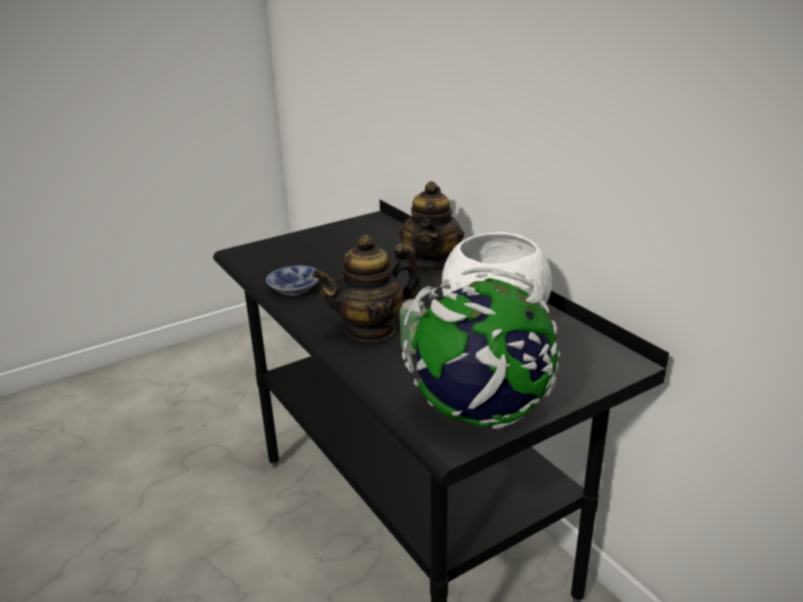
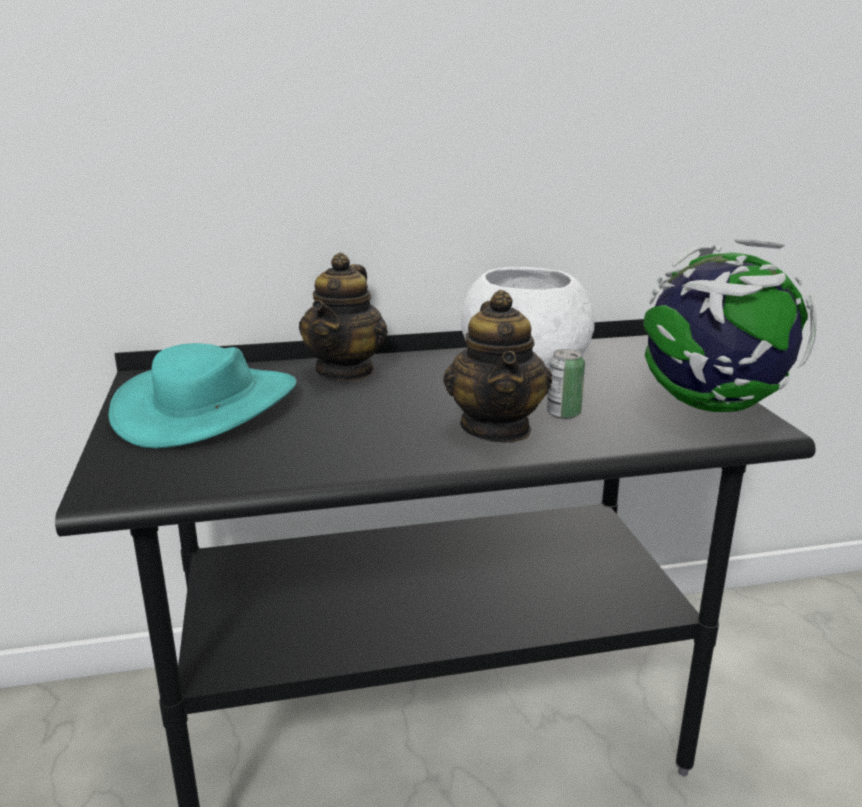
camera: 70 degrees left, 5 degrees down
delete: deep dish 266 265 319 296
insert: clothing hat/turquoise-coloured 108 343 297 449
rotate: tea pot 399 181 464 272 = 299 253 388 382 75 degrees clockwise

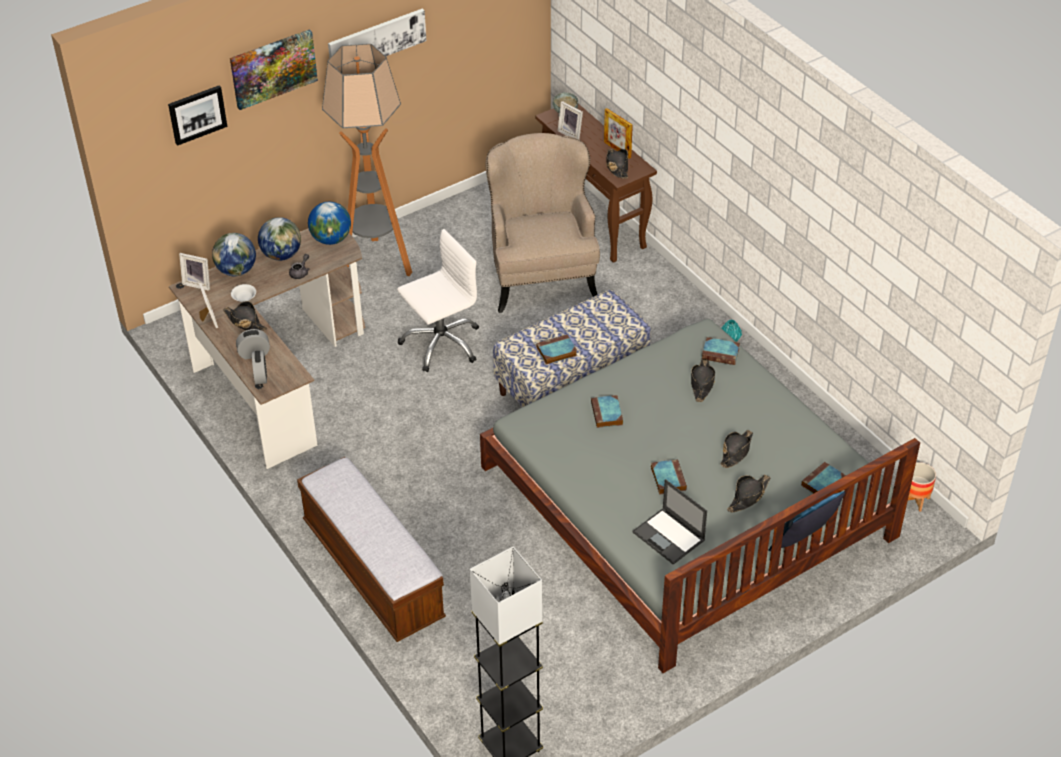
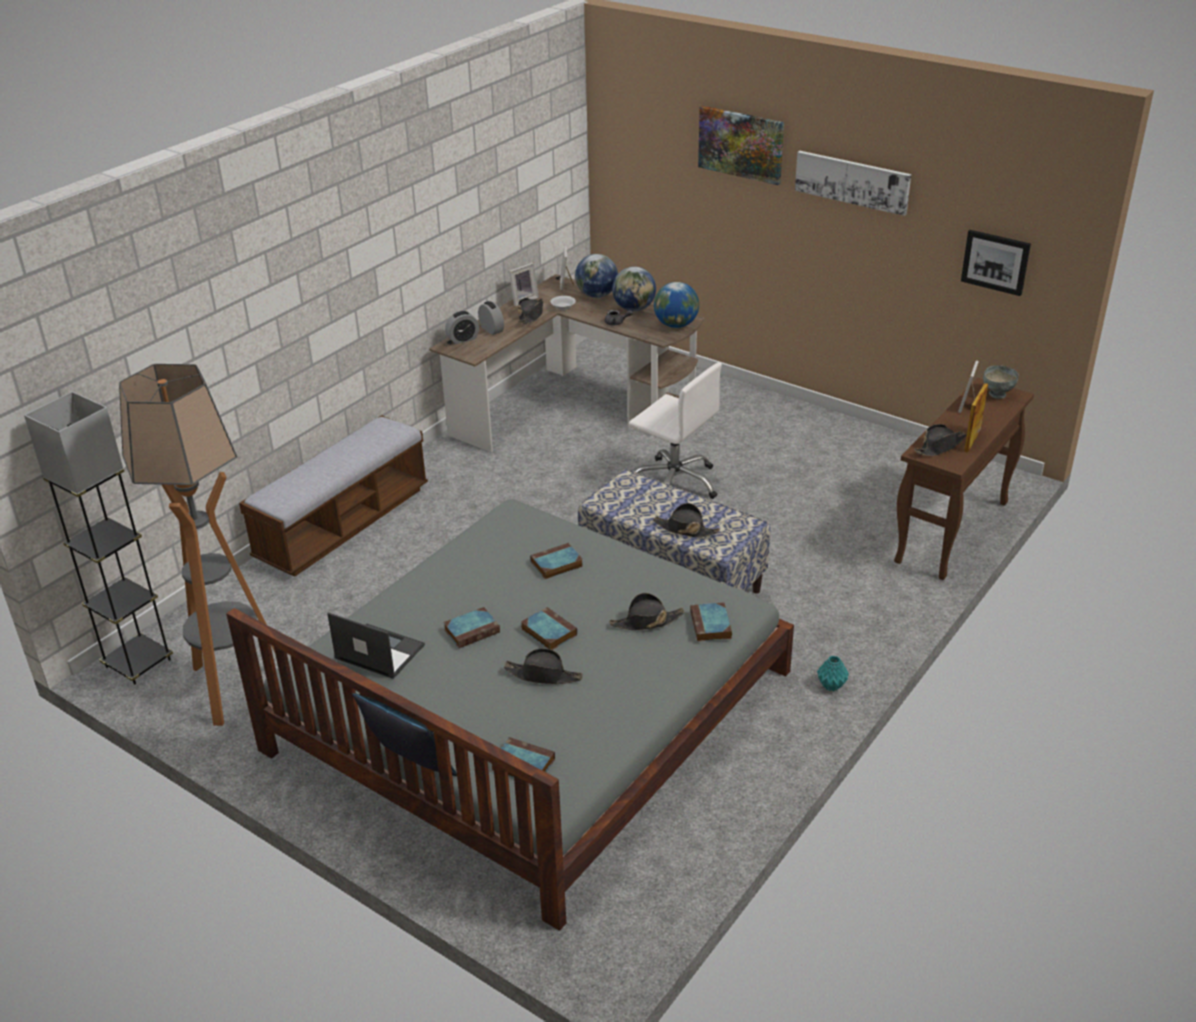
camera: 70 degrees right, 10 degrees down
delete: lounge chair/beige 486 133 600 313; planter 908 462 936 512
move: wall art 168 85 227 146 to 961 230 1031 296; standing lamp 322 44 412 276 to 119 364 275 726; bound book 536 334 577 364 to 521 607 577 650; clothing hat/black 727 474 770 513 to 653 503 720 537
rotate: laptop 633 479 707 565 = 327 612 425 679 90 degrees clockwise

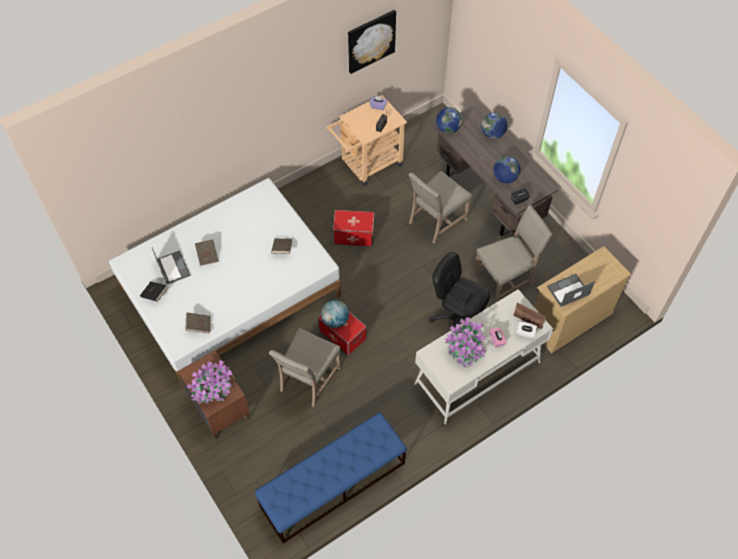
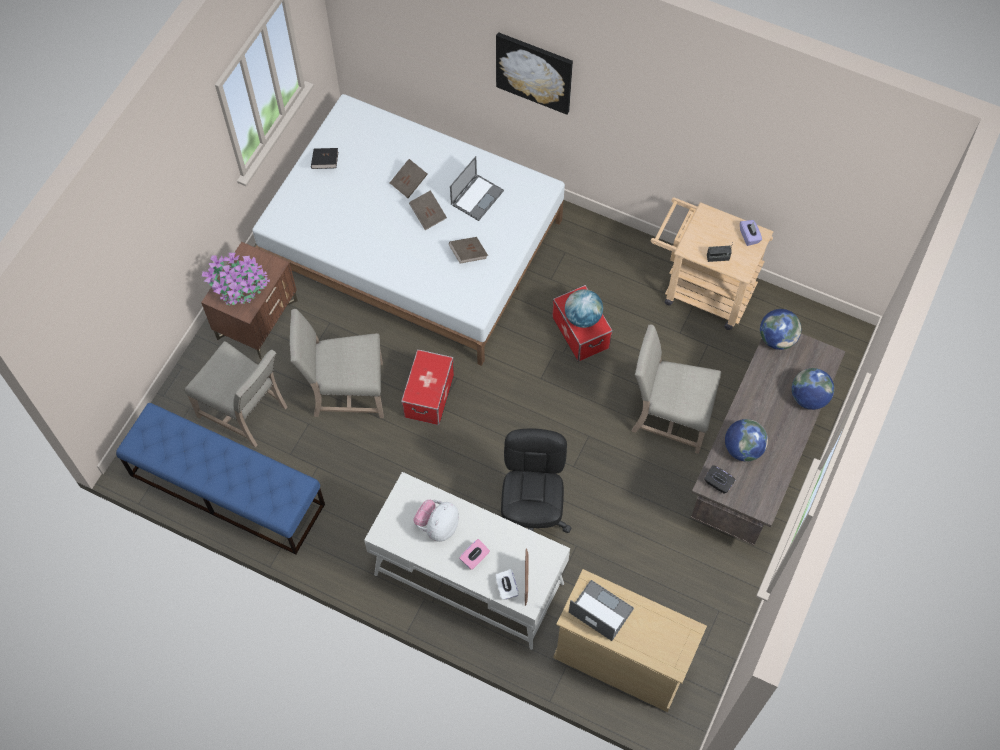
camera: 60 degrees right, 5 degrees up
move: laptop 152 247 191 285 to 450 156 504 221; bound book/brownish 186 312 211 334 to 409 190 447 230; globe 321 300 349 328 to 565 289 603 328; wall art 348 10 396 74 to 496 32 573 115; upright chair/beige 473 205 553 304 to 184 341 287 448
replace: potted plant 445 317 486 368 to cuddly toy 413 499 459 542

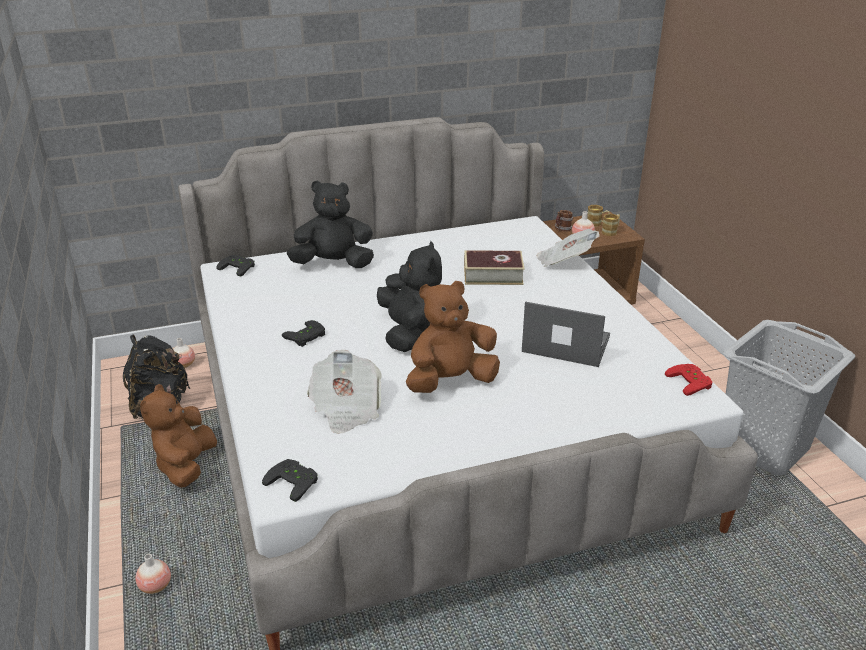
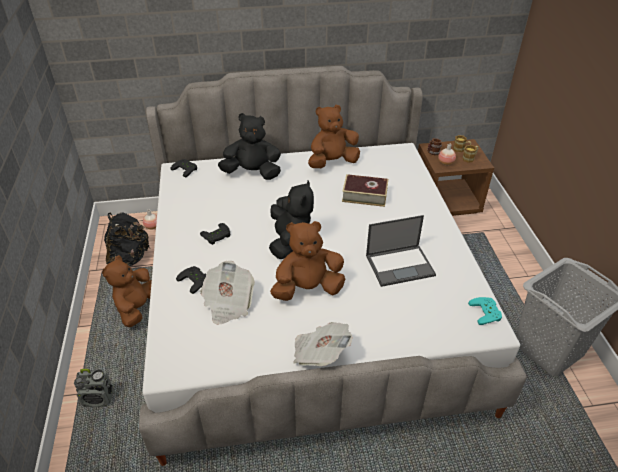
camera: 10 degrees right, 10 degrees up
insert: cuddly toy/brownish 308 105 360 168
move: gamepad/black 262 459 318 502 to 176 266 206 294; printed paper 536 229 600 267 to 293 322 352 366
replace: vase 135 554 171 594 to radio 74 369 114 407
recolor: gamepad/red-coloured 665 364 713 396 to gamepad/turquoise-coloured 468 297 502 325
rotate: laptop 522 302 610 367 = 366 215 436 287 135 degrees clockwise

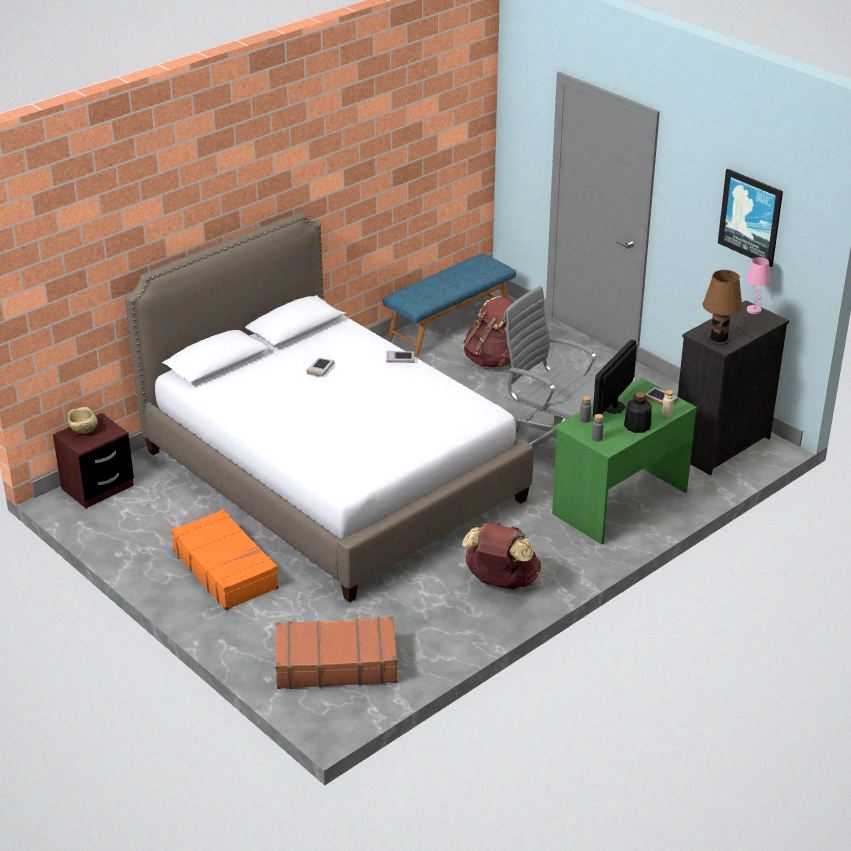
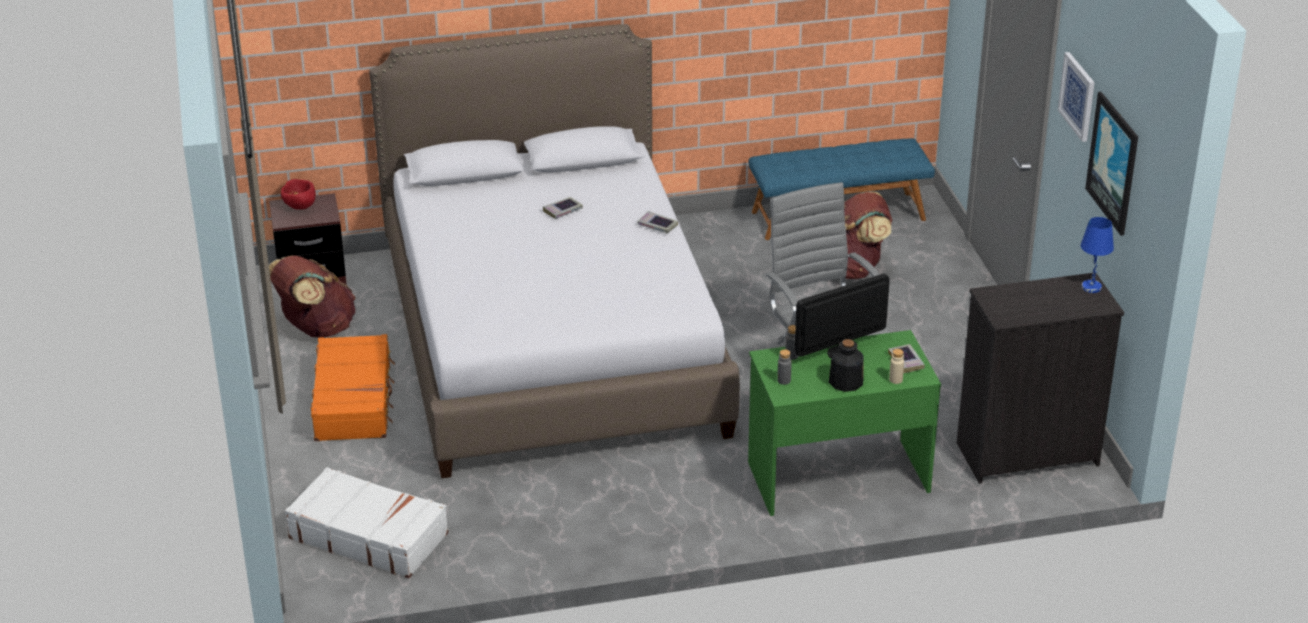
camera: 30 degrees right, 0 degrees up
delete: table lamp/brownish 703 270 754 345
insert: wall art 1058 52 1095 142
move: knapsack/brownish 462 522 541 590 to 269 256 356 337
recolor: deep dish/beige 68 407 98 434 to deep dish/red-coloured 281 179 315 210; suitcase/brownish 275 617 398 689 to suitcase/white 285 467 448 578; table lamp/pinkish 746 257 770 314 to table lamp/blue-coloured 1081 217 1114 293

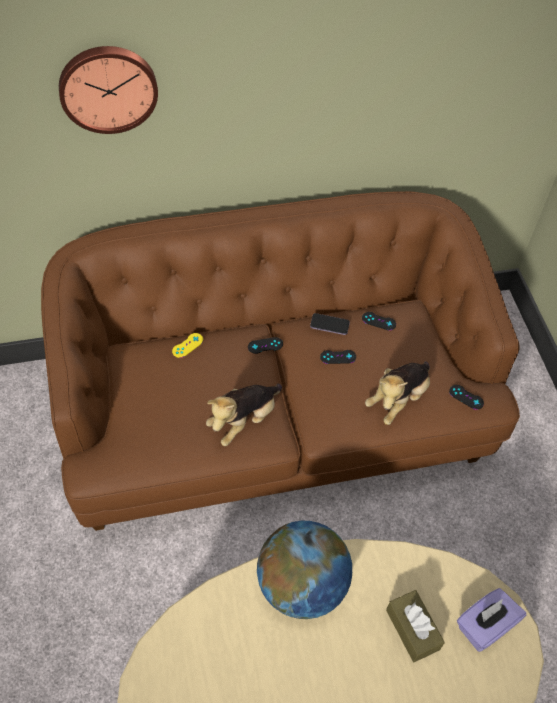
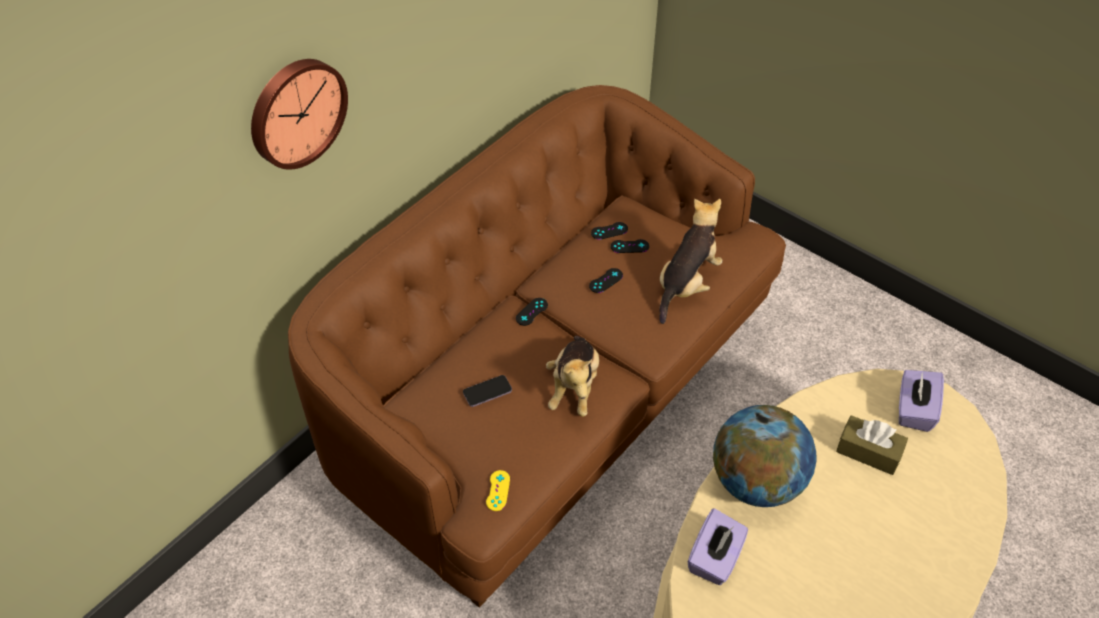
camera: 35 degrees left, 5 degrees down
insert: box of tissues/purple-coloured 688 508 748 585
move: gamepad/yellow 172 333 203 358 to 486 470 510 511; telephone 310 313 350 335 to 463 375 512 407; gamepad/black 449 385 484 410 to 611 239 649 253
rotate: cuddly toy 365 361 430 425 = 659 199 723 324 150 degrees counterclockwise

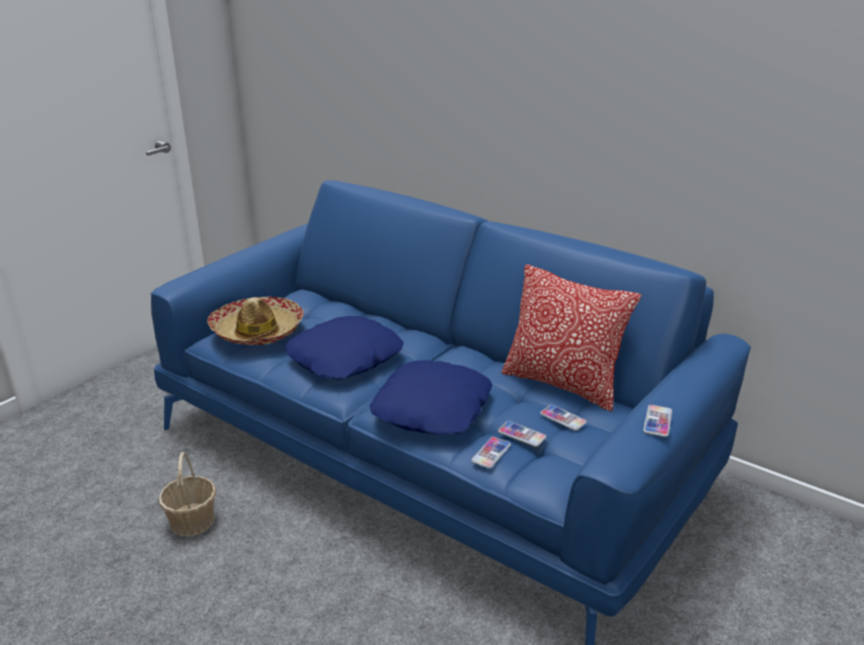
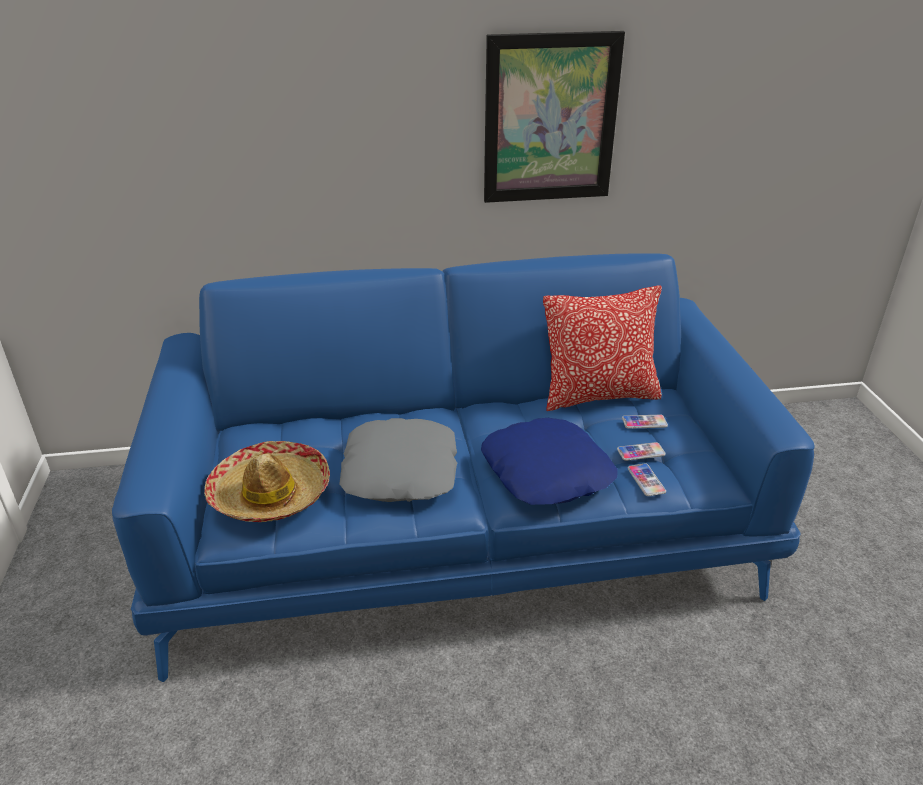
camera: 45 degrees left, 5 degrees up
delete: storage basket 159 452 216 536; telephone 643 405 672 437
insert: wall art 484 31 625 203
recolor: pillow/blue-coloured 285 316 403 380 to pillow/grey 339 418 457 502

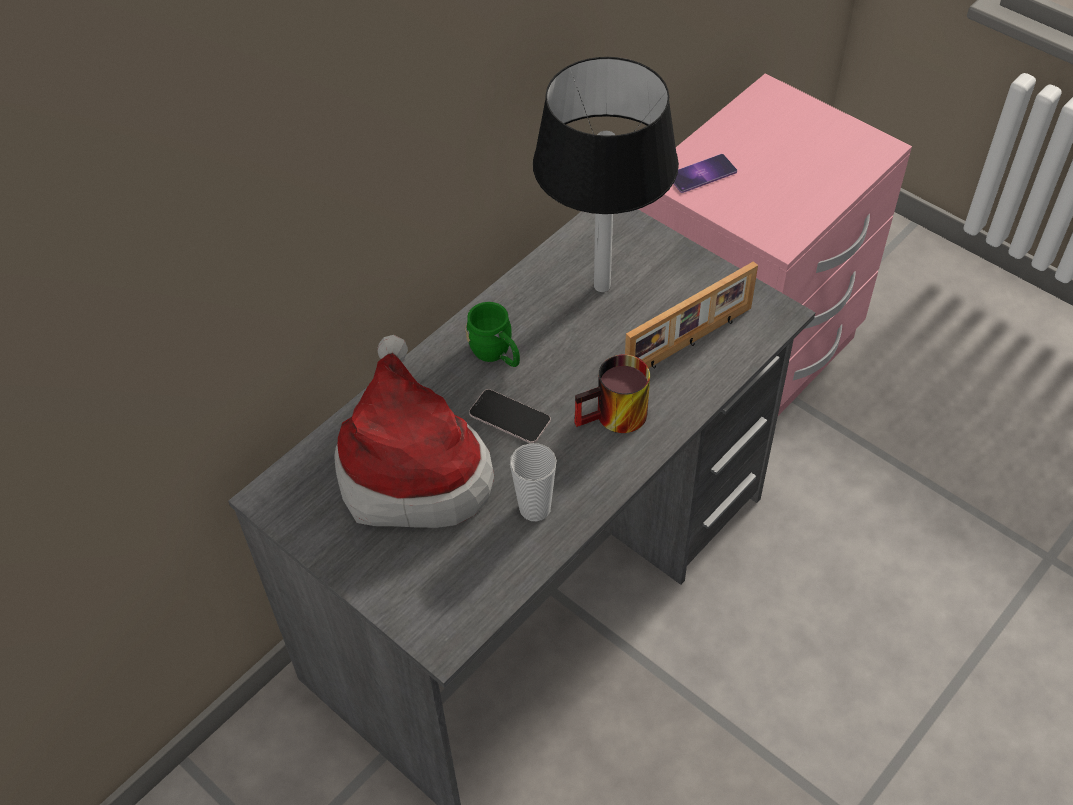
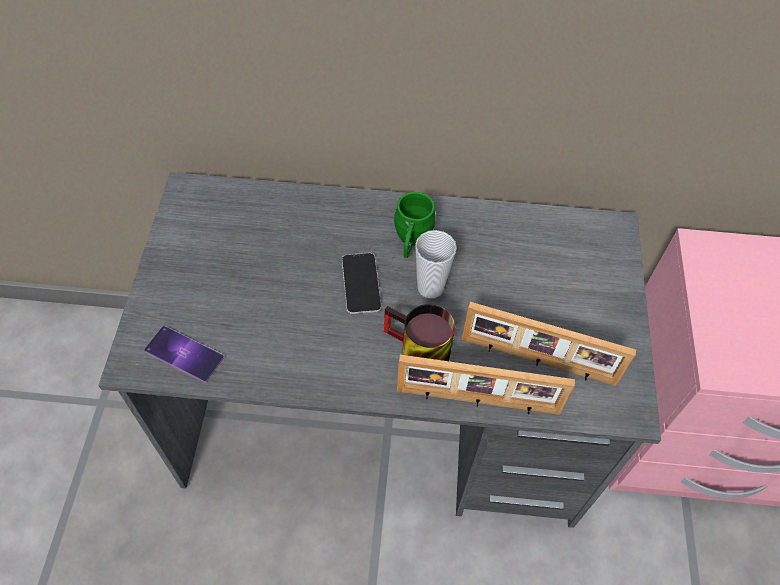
camera: 50 degrees right, 5 degrees up
delete: clothing hat 334 335 494 528; table lamp/black 533 57 679 292
insert: standing frame 397 355 575 415
move: cup 510 443 557 521 to 415 230 457 299; telephone 673 154 737 193 to 144 326 224 383

